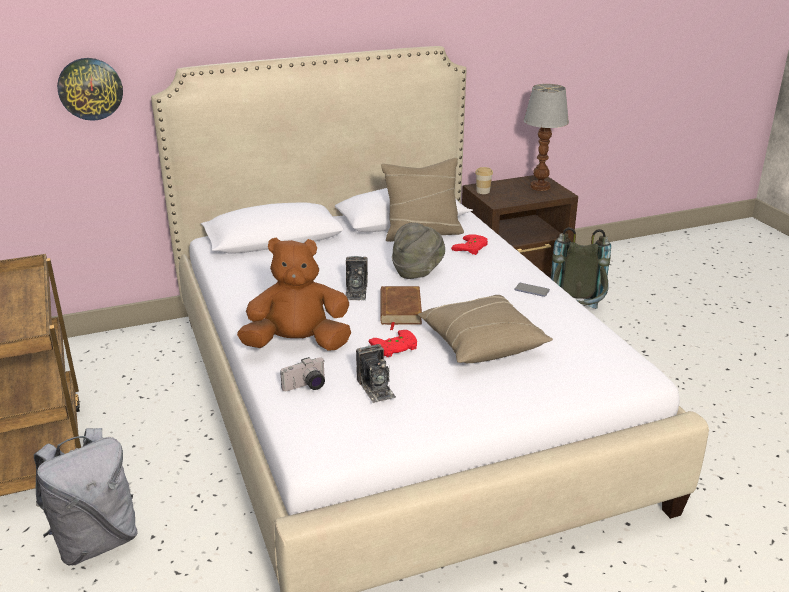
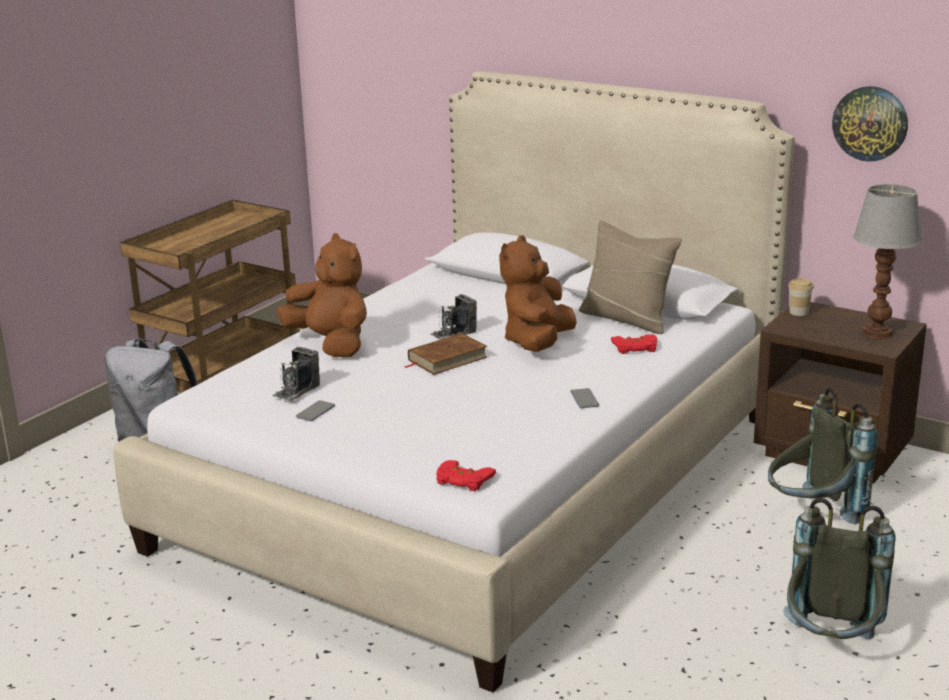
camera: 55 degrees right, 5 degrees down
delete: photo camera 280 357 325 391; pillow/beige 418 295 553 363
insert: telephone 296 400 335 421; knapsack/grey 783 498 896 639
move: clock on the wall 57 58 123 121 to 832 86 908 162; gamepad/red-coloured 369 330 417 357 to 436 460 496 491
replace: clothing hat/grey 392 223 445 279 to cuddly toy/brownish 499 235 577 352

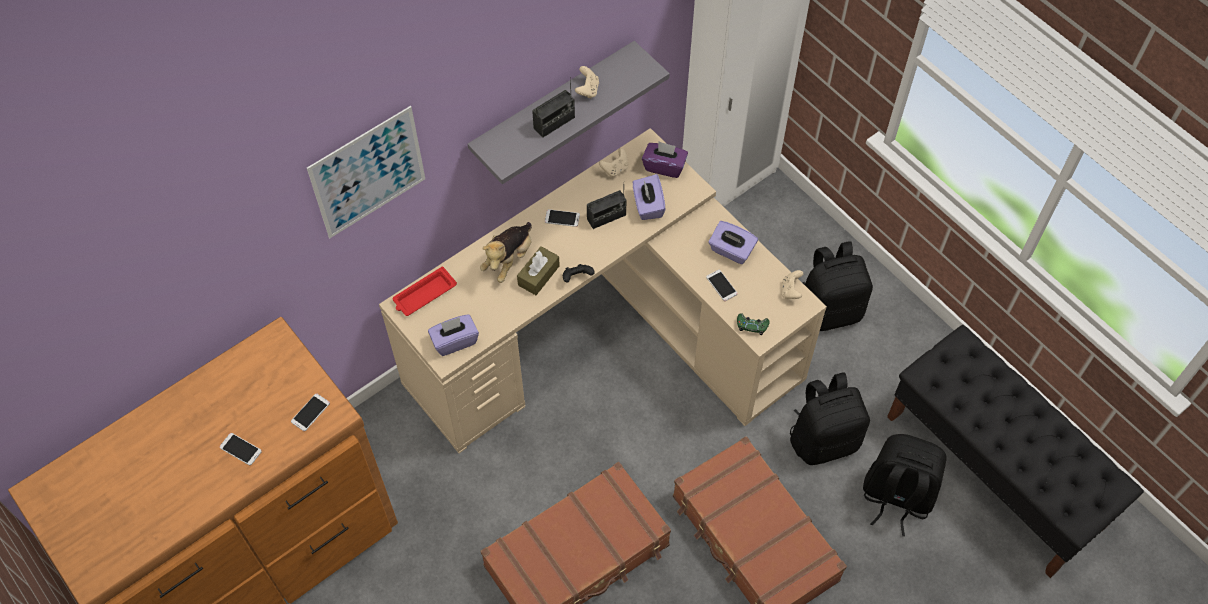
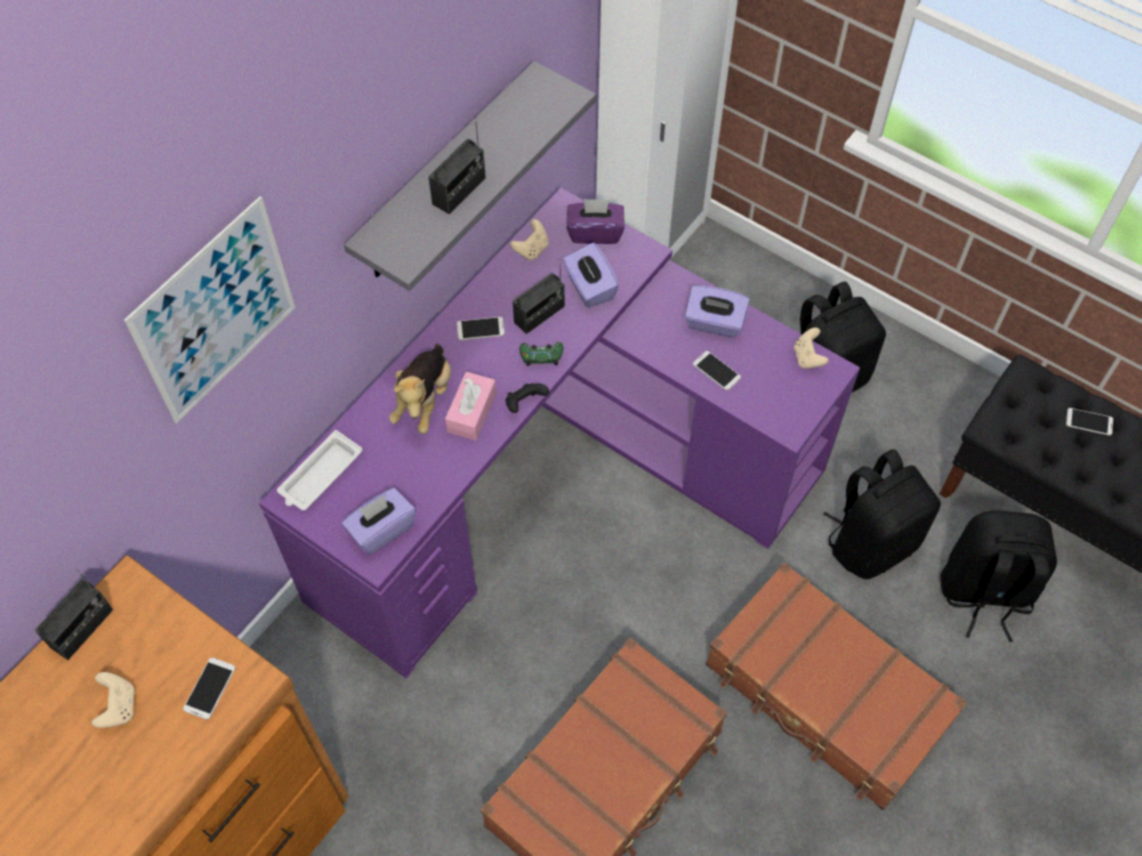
camera: 15 degrees left, 0 degrees up
insert: radio 35 570 113 660
move: telephone 220 433 262 465 to 1066 408 1113 436; gamepad/beige 575 66 599 99 to 91 672 135 728; gamepad/green-coloured 737 313 770 335 to 519 342 563 366
recolor: desk/beige 379 128 827 453 to desk/purple-coloured 259 188 860 679; tray/red-coloured 392 266 457 316 to tray/white 277 430 362 511; box of tissues/brownish 517 246 560 295 to box of tissues/pinkish 445 372 496 440

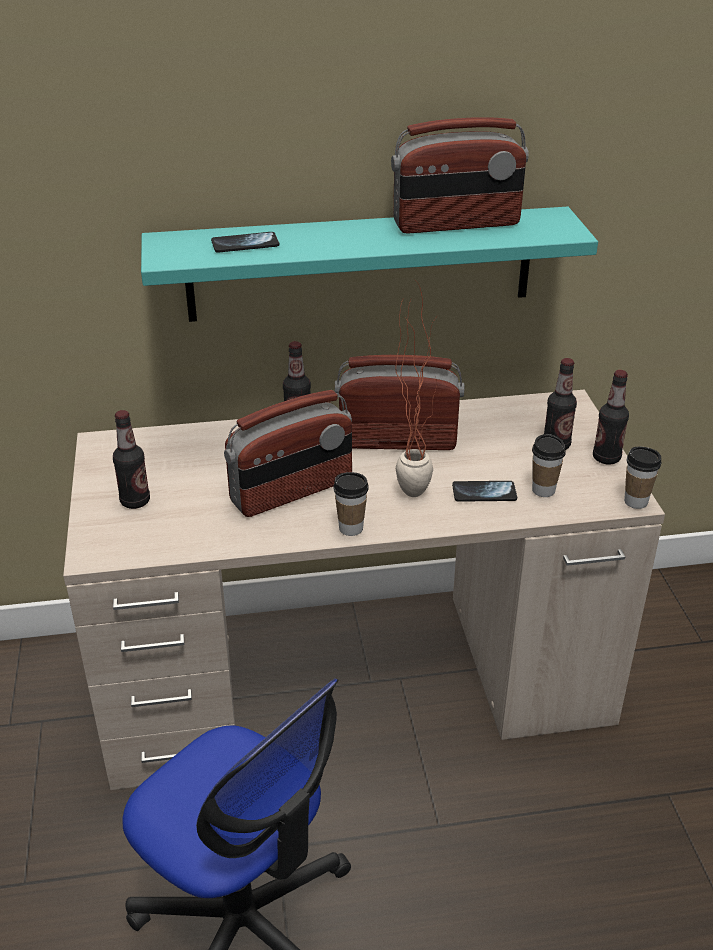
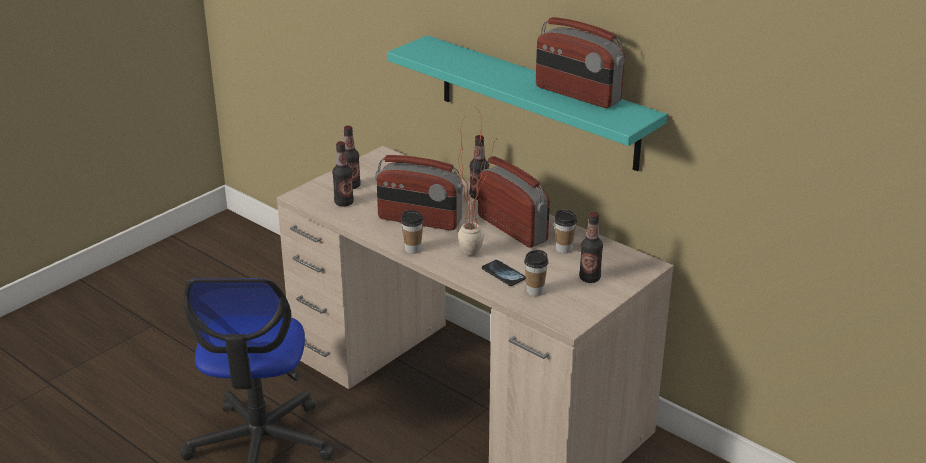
camera: 50 degrees right, 5 degrees down
delete: telephone 211 232 279 253
move: bottle 593 370 629 465 to 332 141 354 207; cup 624 447 662 509 to 554 210 577 253

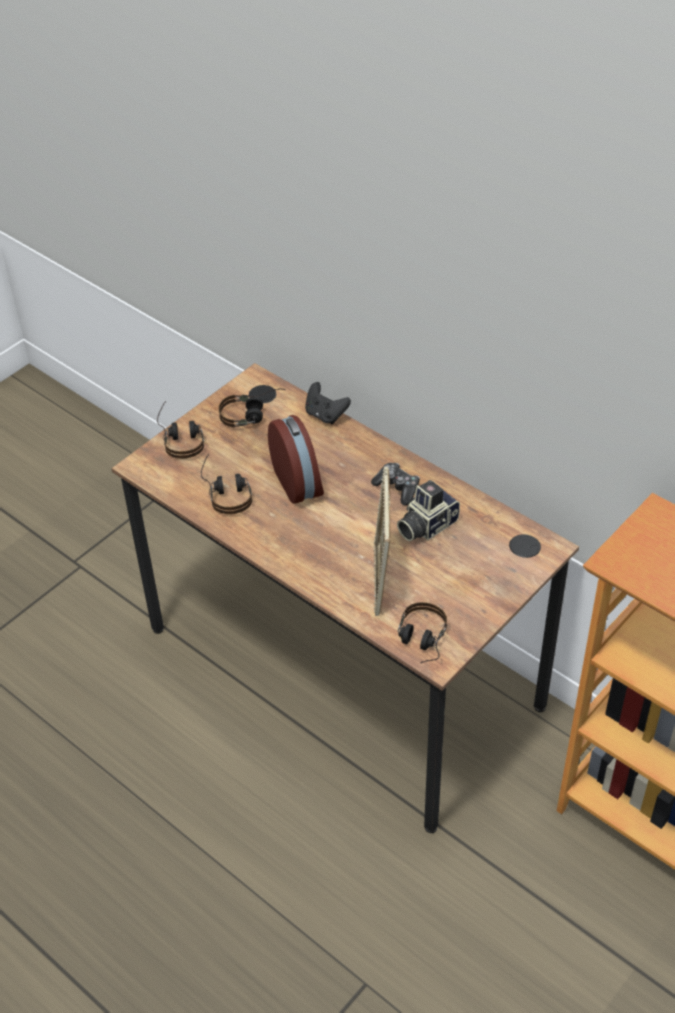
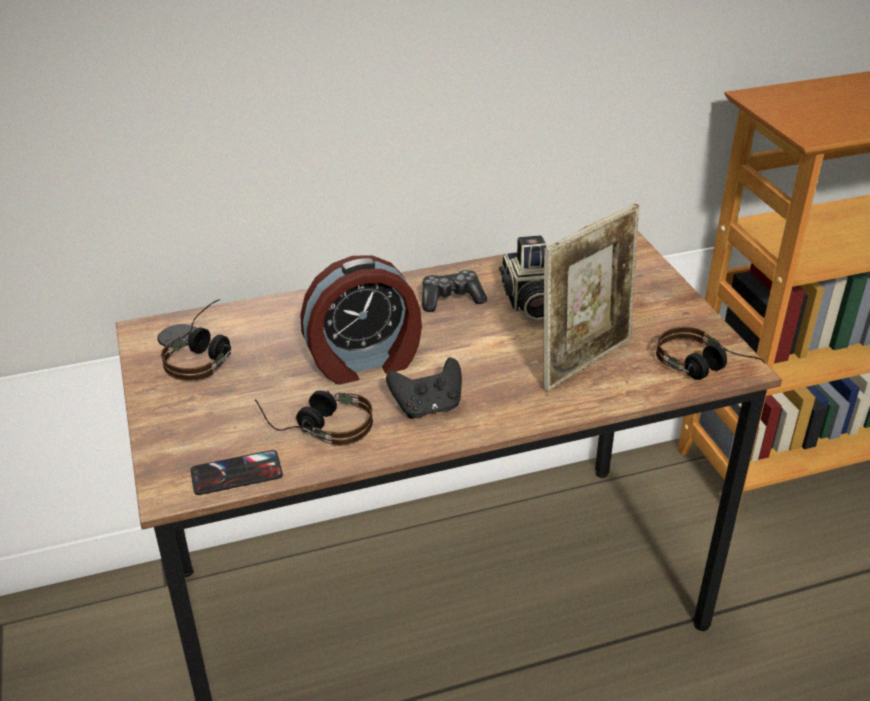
camera: 60 degrees left, 10 degrees down
delete: headphones 157 401 204 459
insert: telephone 190 450 283 495
move: gamepad/black 305 382 351 424 to 386 357 462 419
rotate: bedside clock 268 415 324 503 = 300 255 422 385 150 degrees clockwise; standing frame 374 467 390 616 = 543 204 639 392 75 degrees counterclockwise

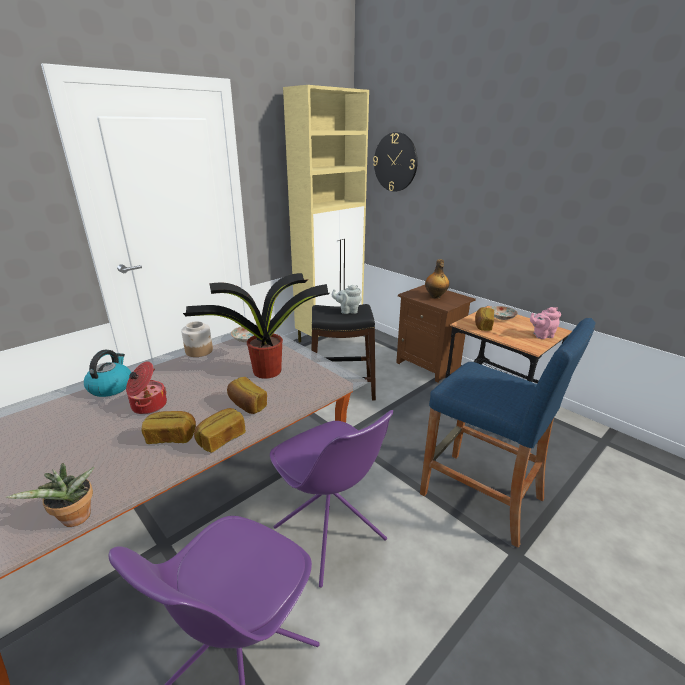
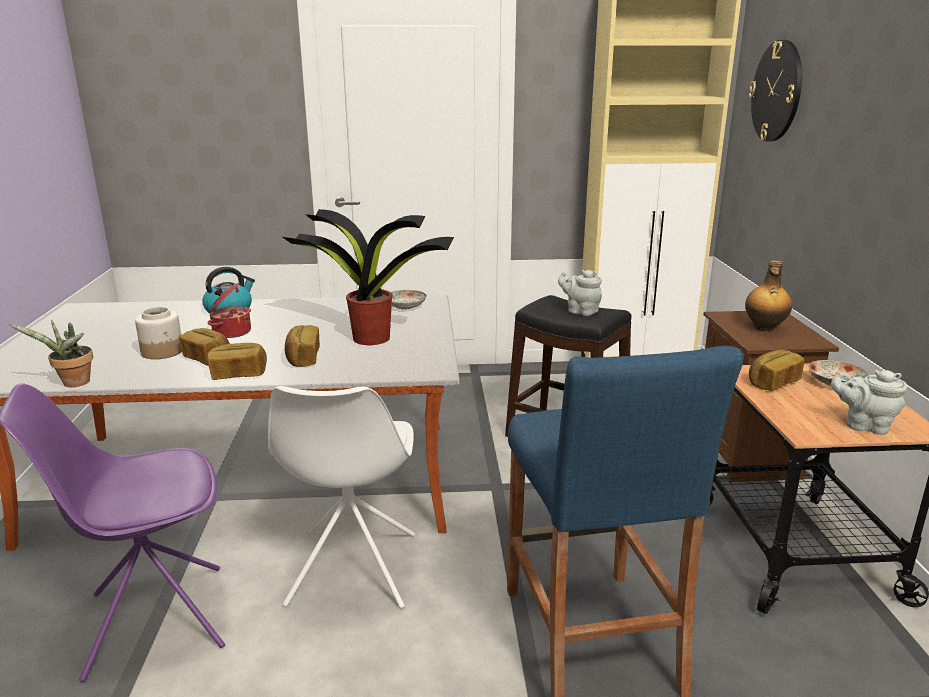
camera: 40 degrees right, 5 degrees down
move: jar 181 321 213 357 to 135 307 182 359
recolor: upright chair/purple-coloured 270 410 393 587 to upright chair/white 268 386 415 609; tea pot/pinkish 530 307 561 339 to tea pot/grey 831 370 907 435

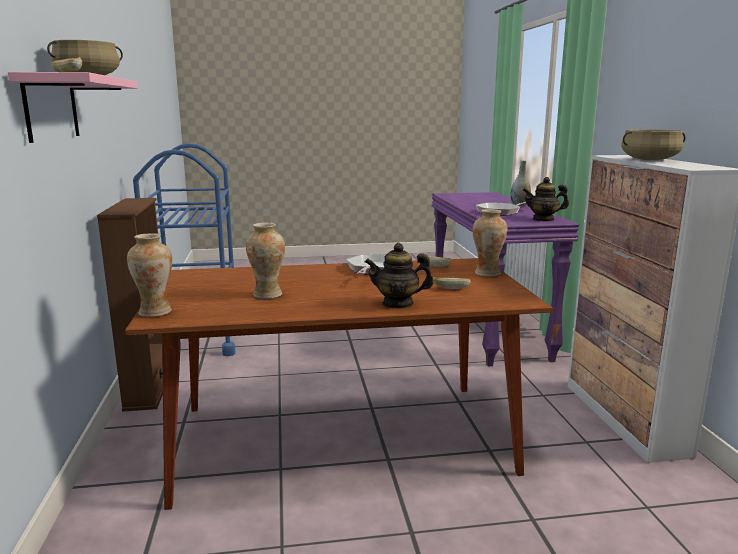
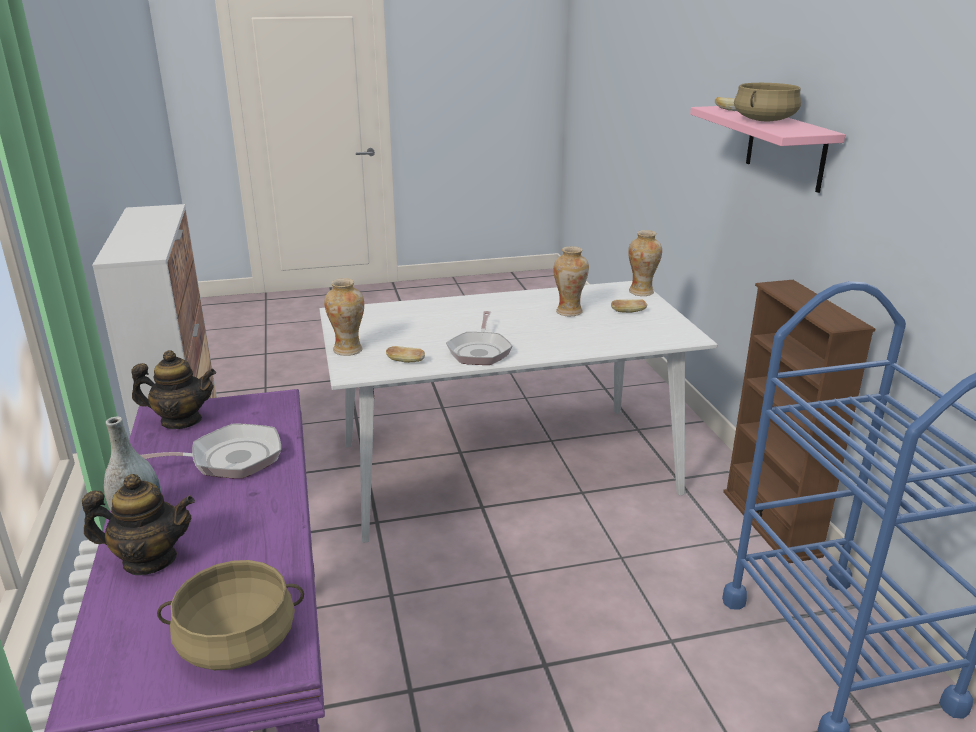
camera: 175 degrees right, 10 degrees up
move: tea pot 365 243 434 309 to 82 474 195 575; bread 433 277 471 289 to 611 299 647 313; stockpot/beige 621 130 686 160 to 157 560 304 670
recolor: dinner table/brownish 125 258 553 510 to dinner table/white 320 281 718 543

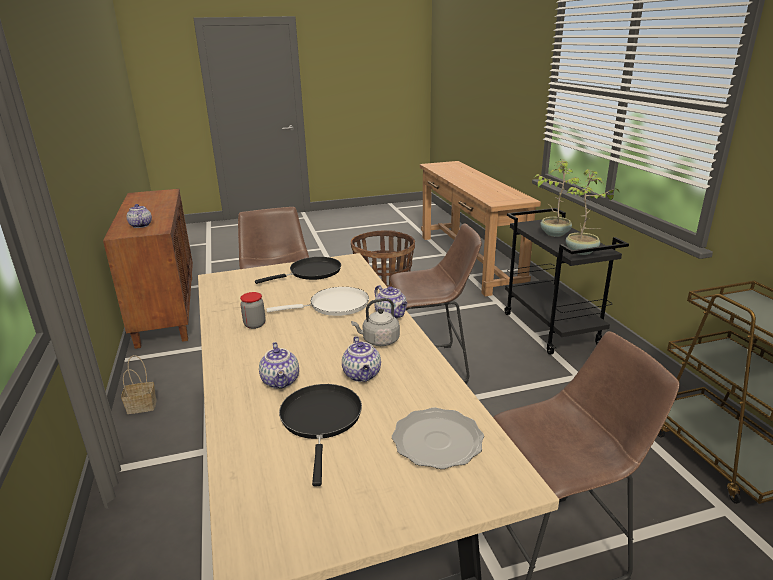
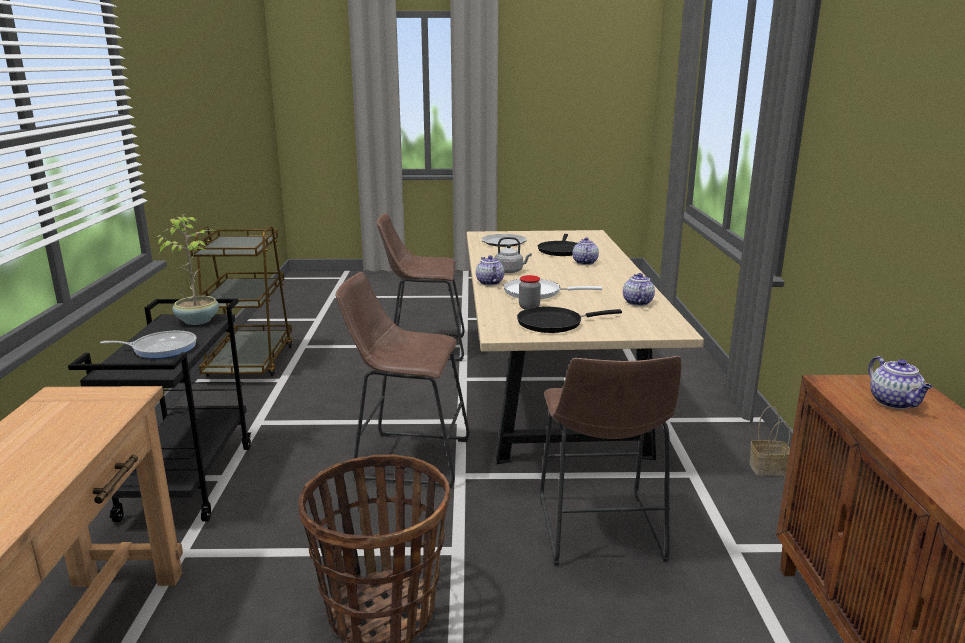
camera: 165 degrees left, 5 degrees down
move: jar 240 292 266 329 to 519 275 541 309; tea pot 342 336 381 382 to 623 273 655 306
replace: potted plant 534 159 581 237 to skillet 100 331 197 359

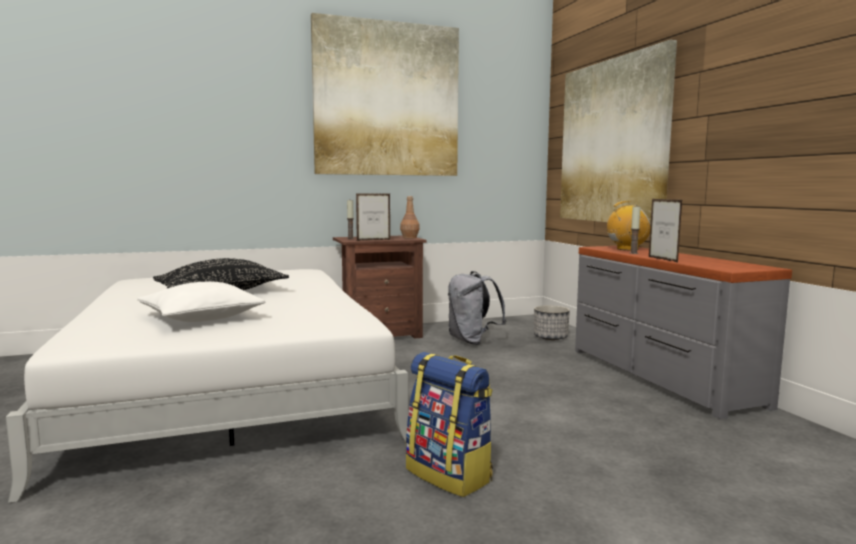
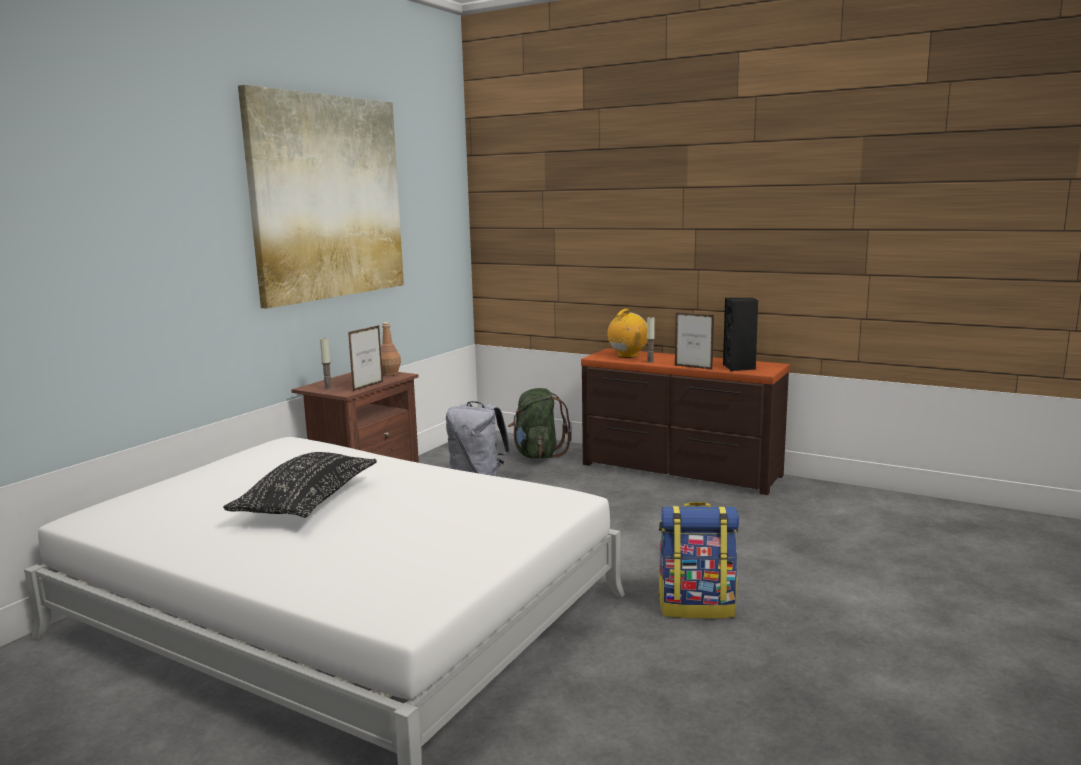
camera: 40 degrees left, 5 degrees up
delete: pillow/white 137 282 266 322; wall art 560 40 677 223
insert: speaker/black 723 298 758 371
replace: planter 534 305 570 340 to knapsack/green-coloured 508 388 572 459
recolor: dresser/grey 575 246 792 419 to dresser/brownish 581 348 790 495

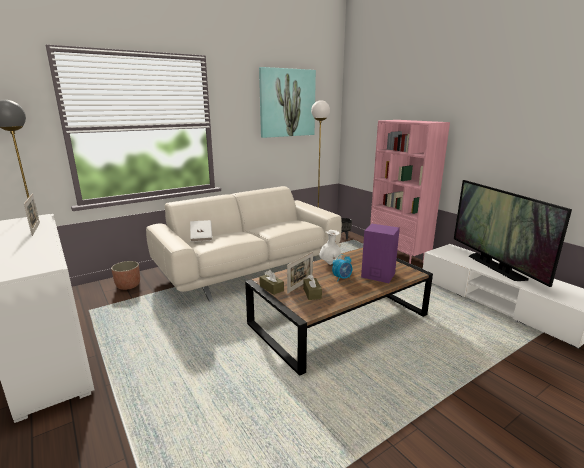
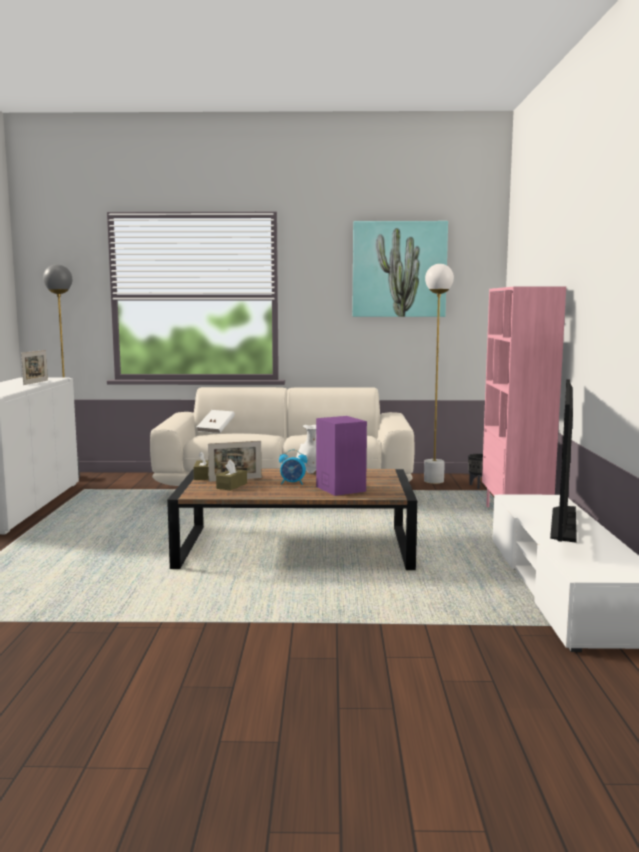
camera: 35 degrees right, 10 degrees down
delete: planter 111 261 140 290

